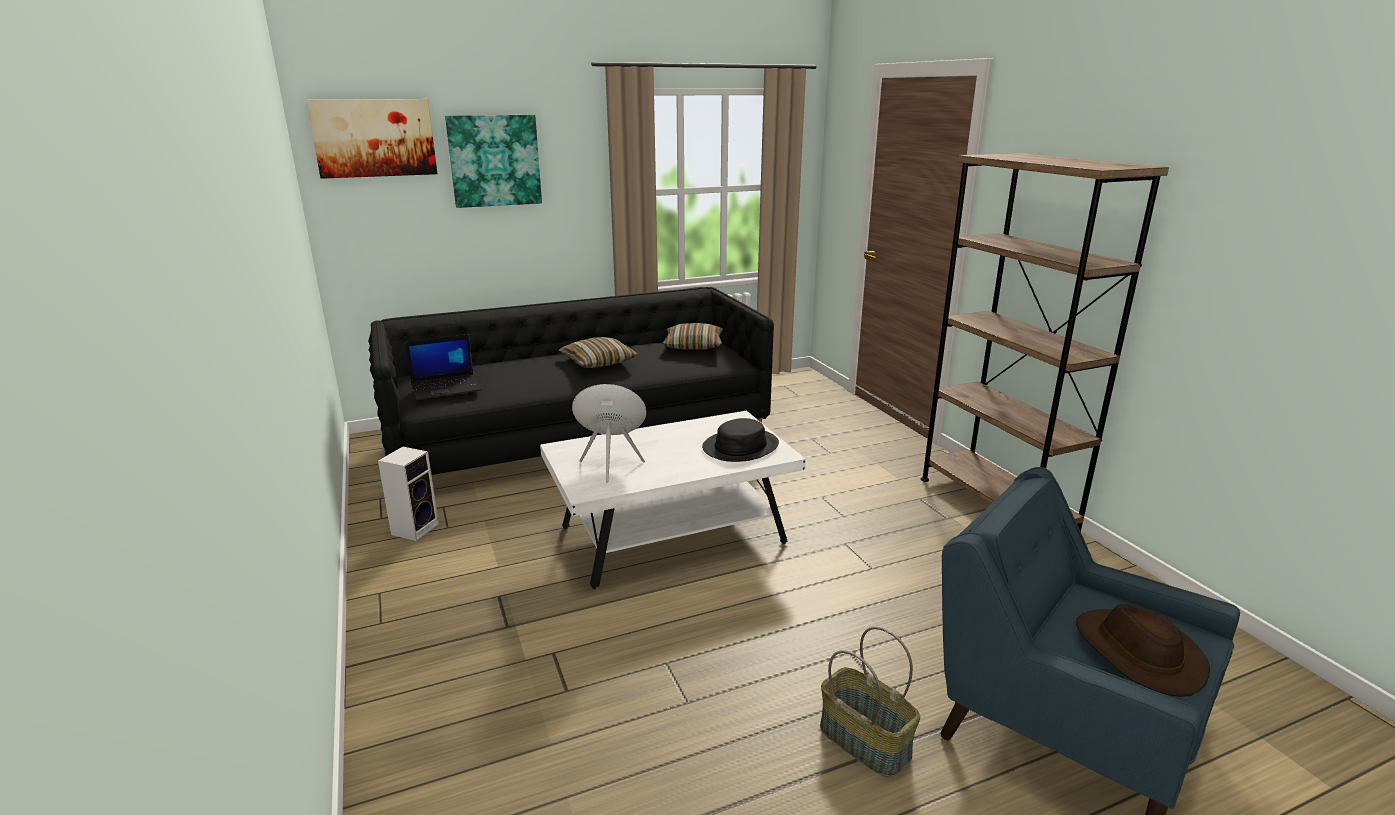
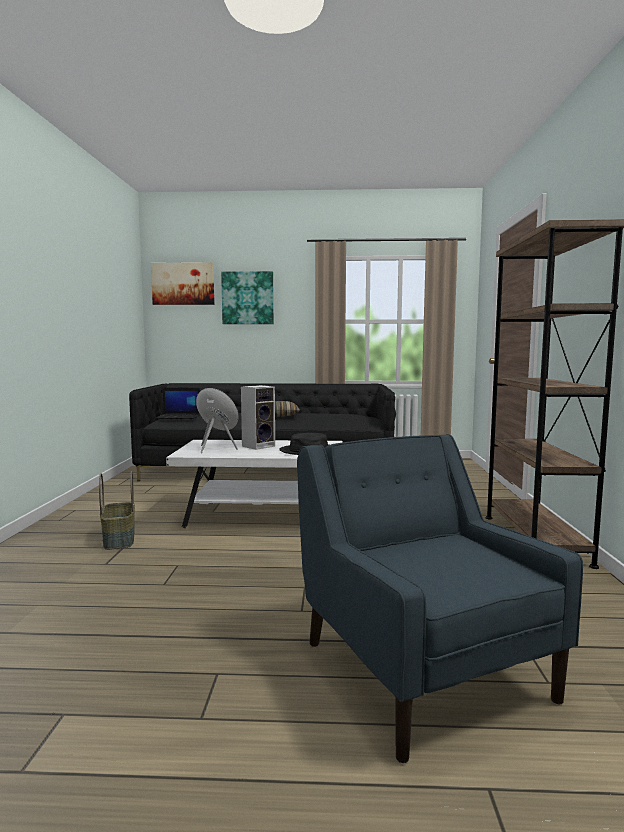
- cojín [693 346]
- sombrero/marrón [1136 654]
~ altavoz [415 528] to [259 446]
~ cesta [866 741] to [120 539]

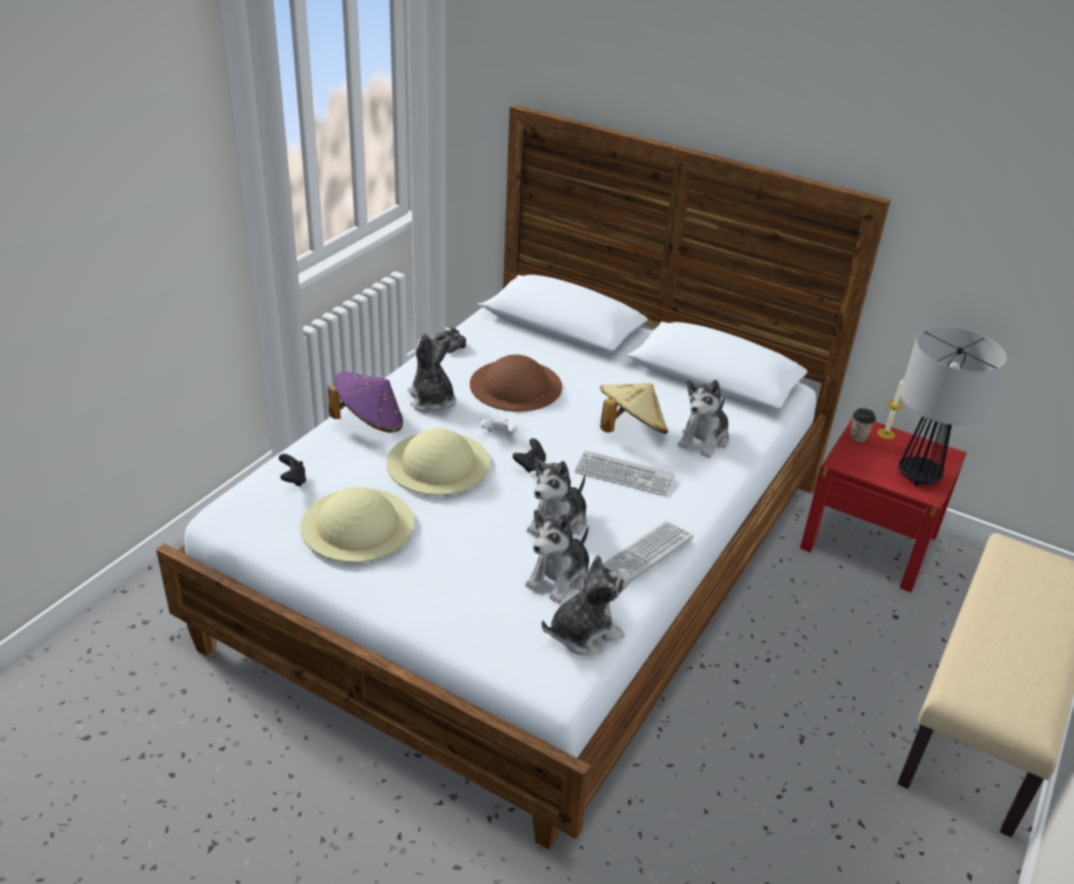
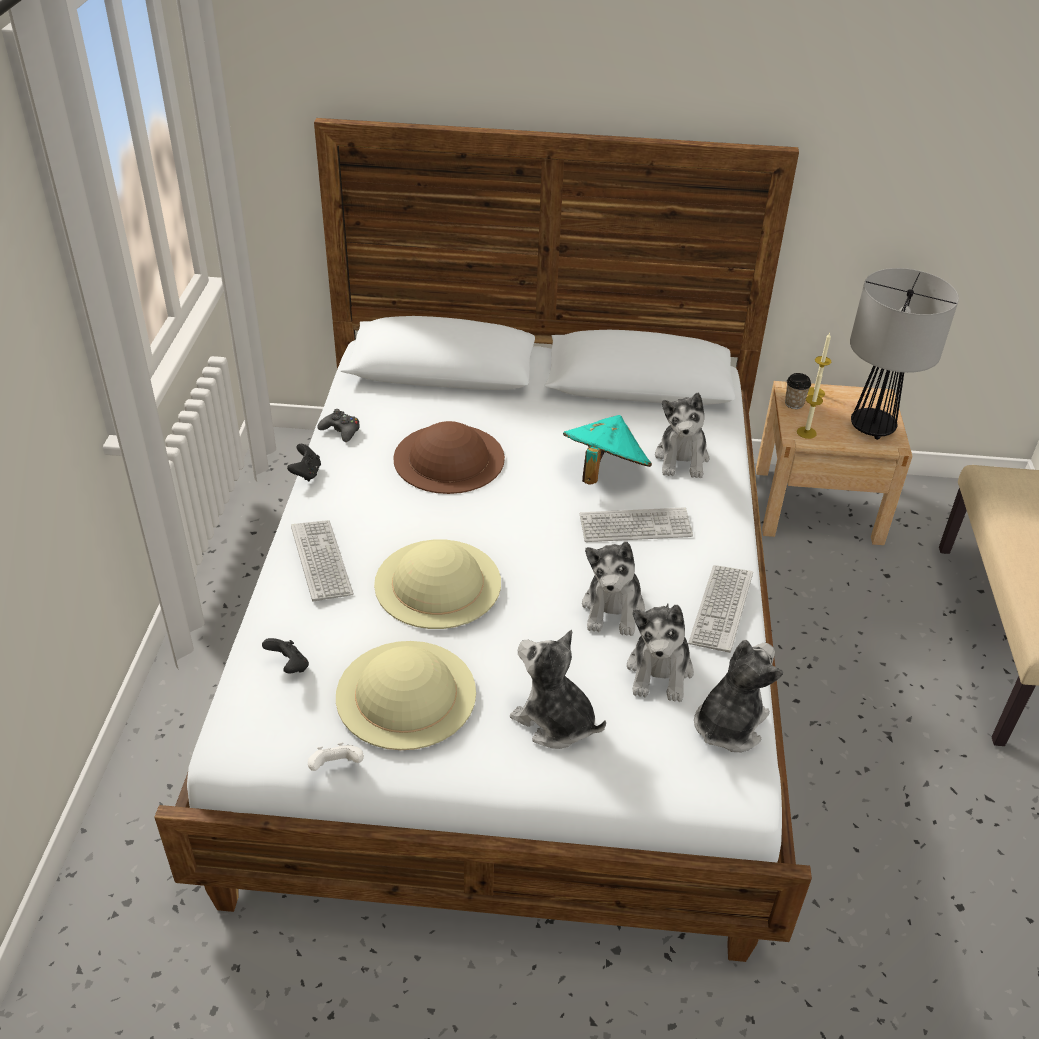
+ vela [806 432]
~ peluche [432 401] to [554 722]
~ mando de consola/blanco [499 436] to [336 767]
~ mando de consola/negro [530 465] to [306 473]
~ sombrero/morado [369 423] to teclado [321 561]
~ sombrero/beis [630 430] to sombrero/turquesa [604 472]
~ mesita de noche/rojo [869 541] to mesita de noche/beis [817 505]

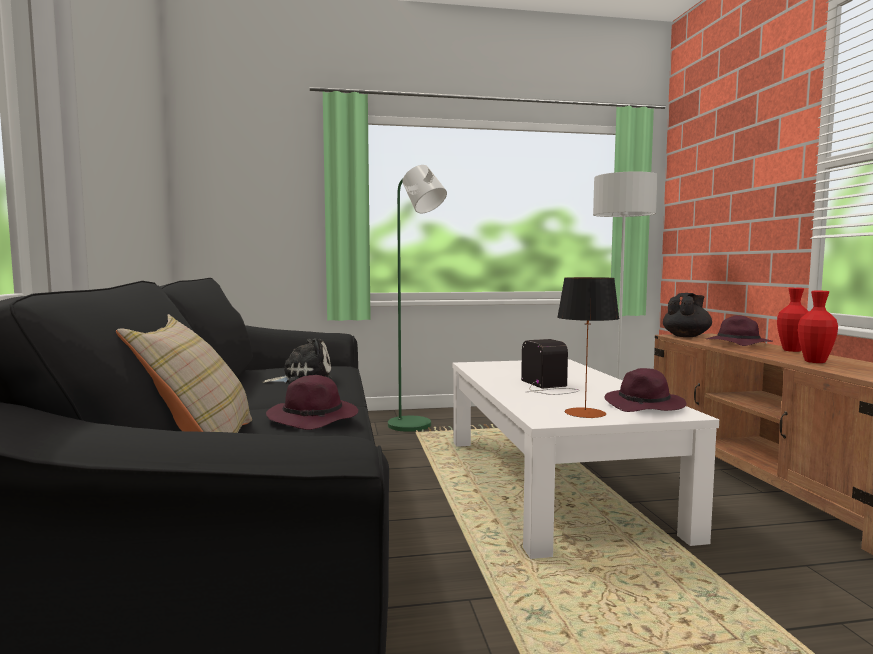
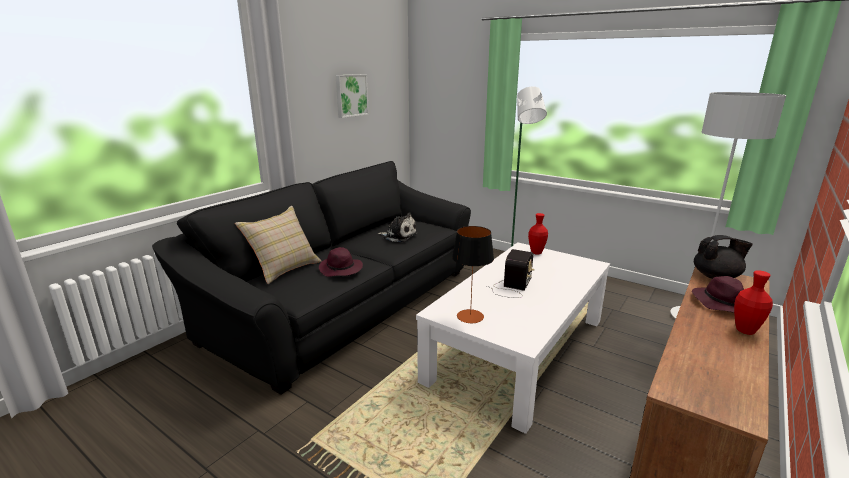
- sombrero/morado [645 406]
+ cuadro [351 95]
~ florero/rojo [815 362] to [536 252]

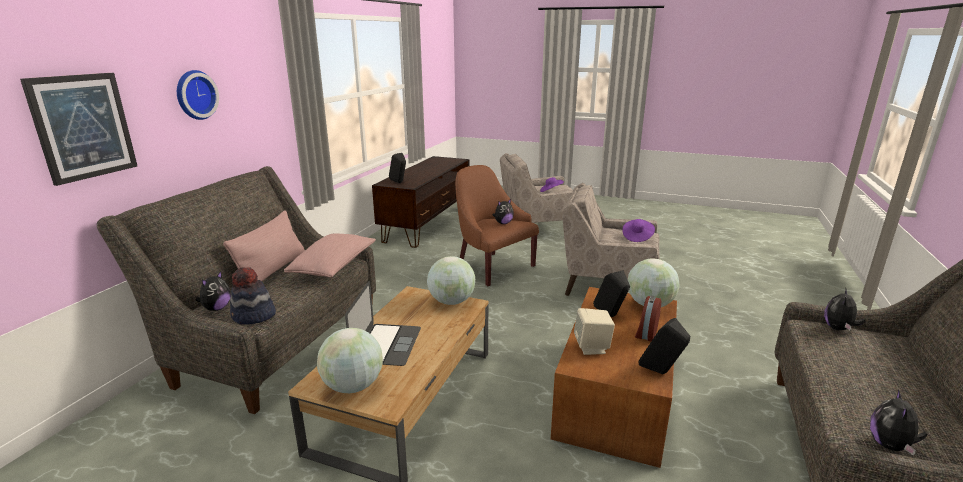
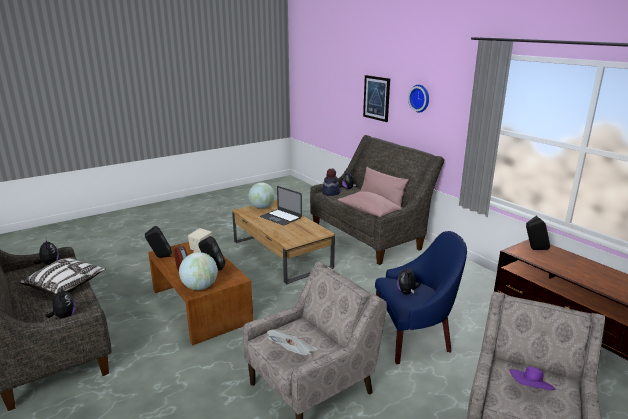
- globo terráqueo [451 301]
+ cojín [66 285]
~ sombrero/morado [637 237] to periódico [292 353]
~ sillón/marrón [492 267] to sillón/azul [414 337]

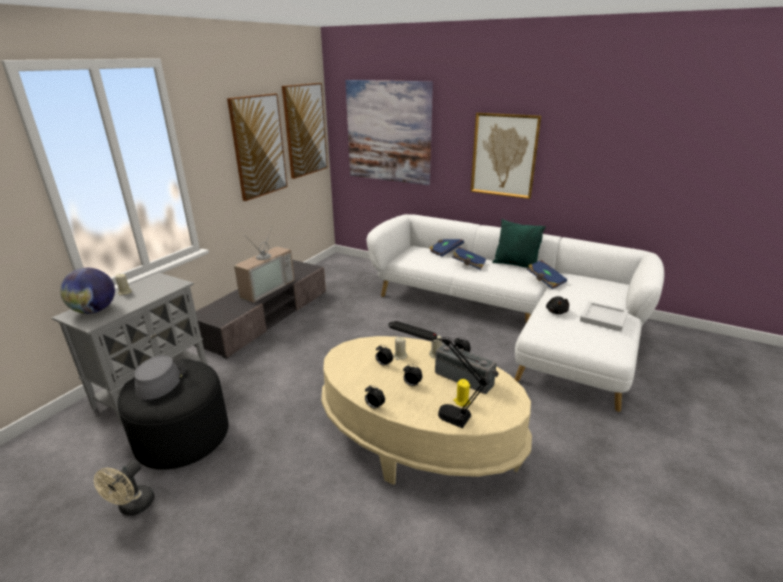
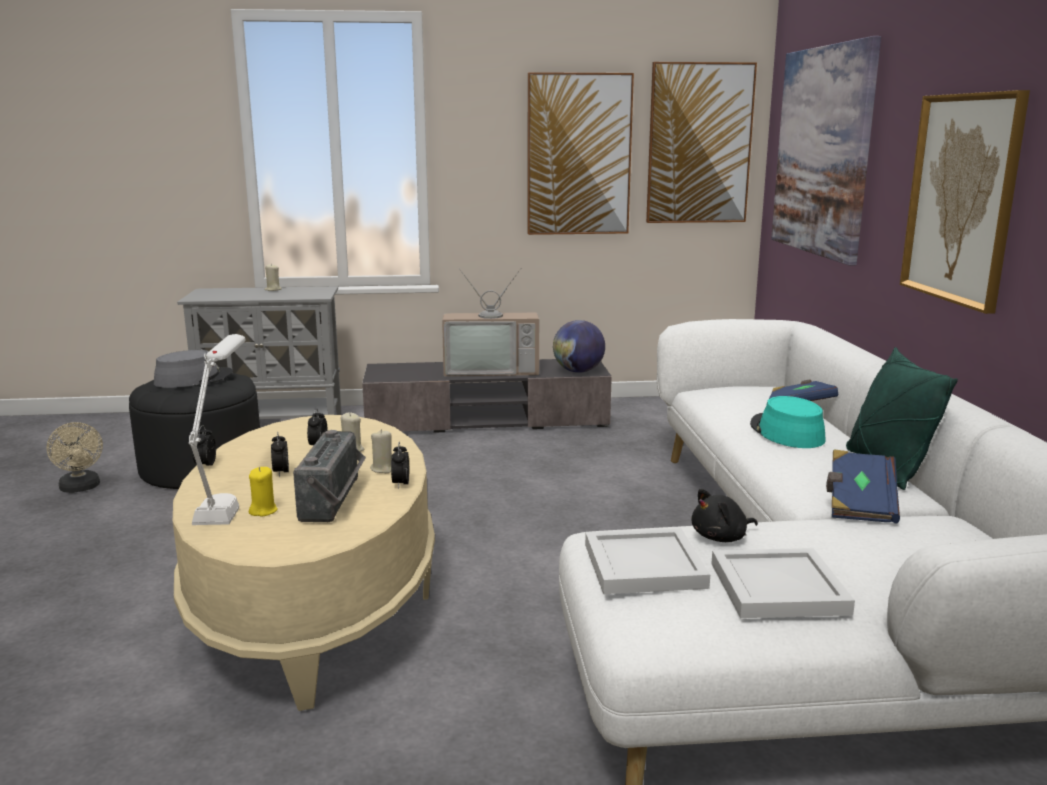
+ bandeja/blanco [646 566]
~ globo terráqueo [95 310] to [578 371]
~ libro/azul [468 264] to sombrero/turquesa [786 432]
~ lámpara de mesa/negro [434 409] to lámpara de mesa/blanco [228 498]
~ ventilador/beis [133 507] = [81 488] 105 degrees counterclockwise

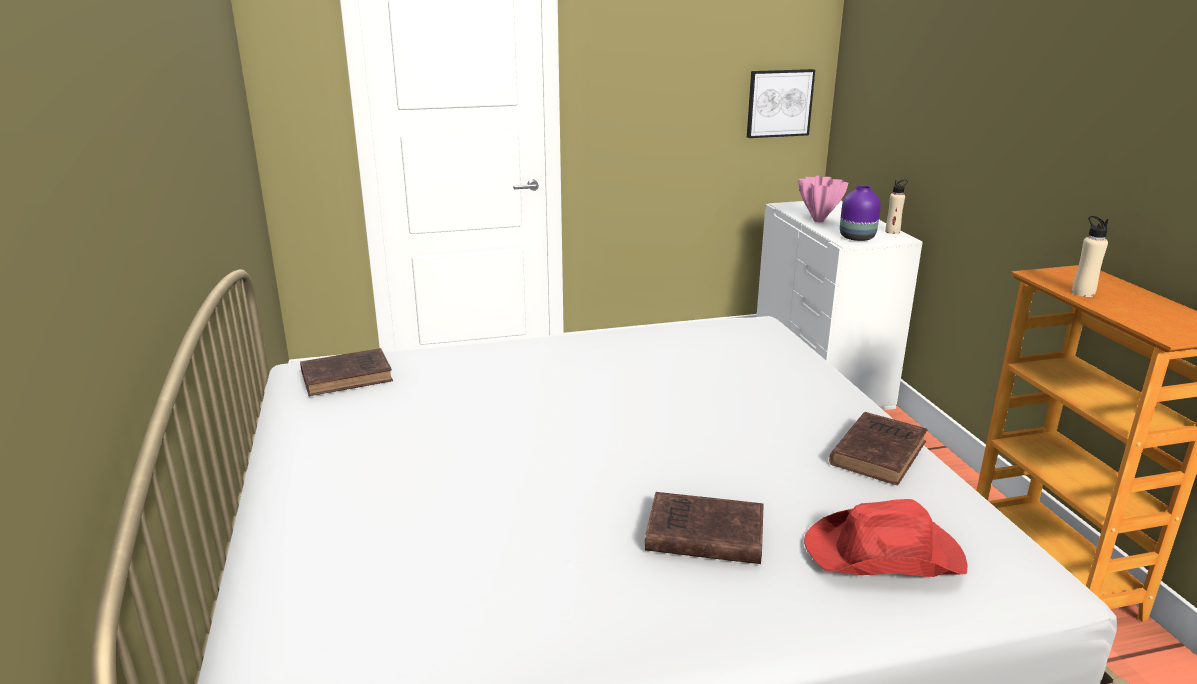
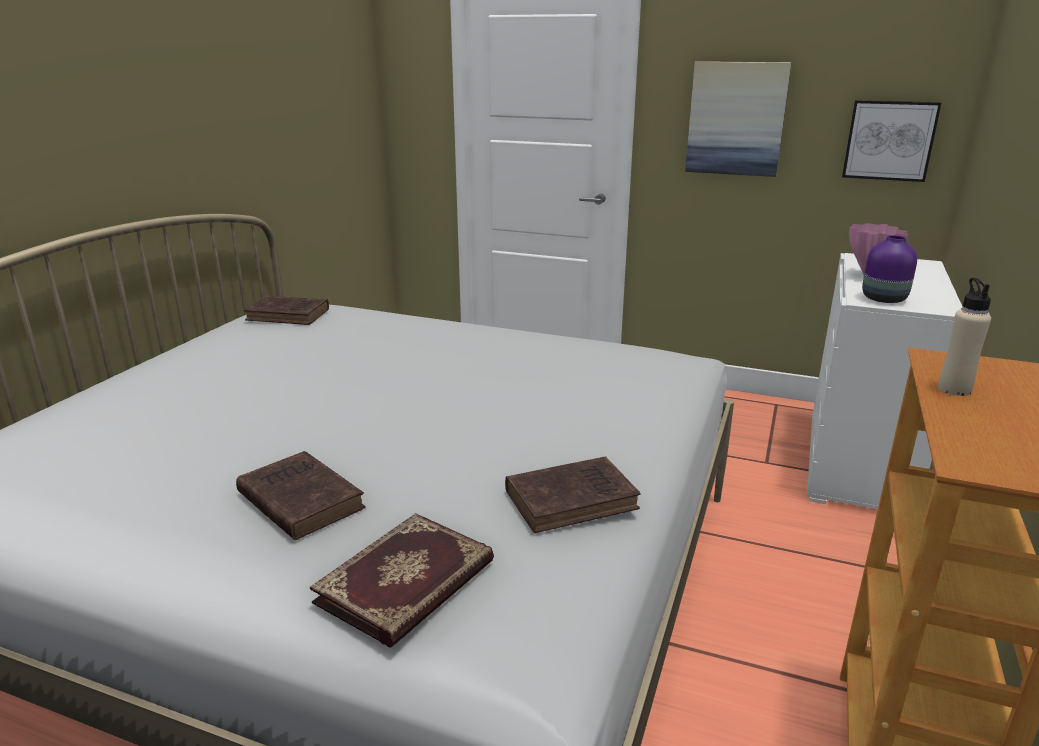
- botella/beis [892 231]
+ cuadro [736 119]
~ sombrero/rojo [885 554] to libro [408 583]

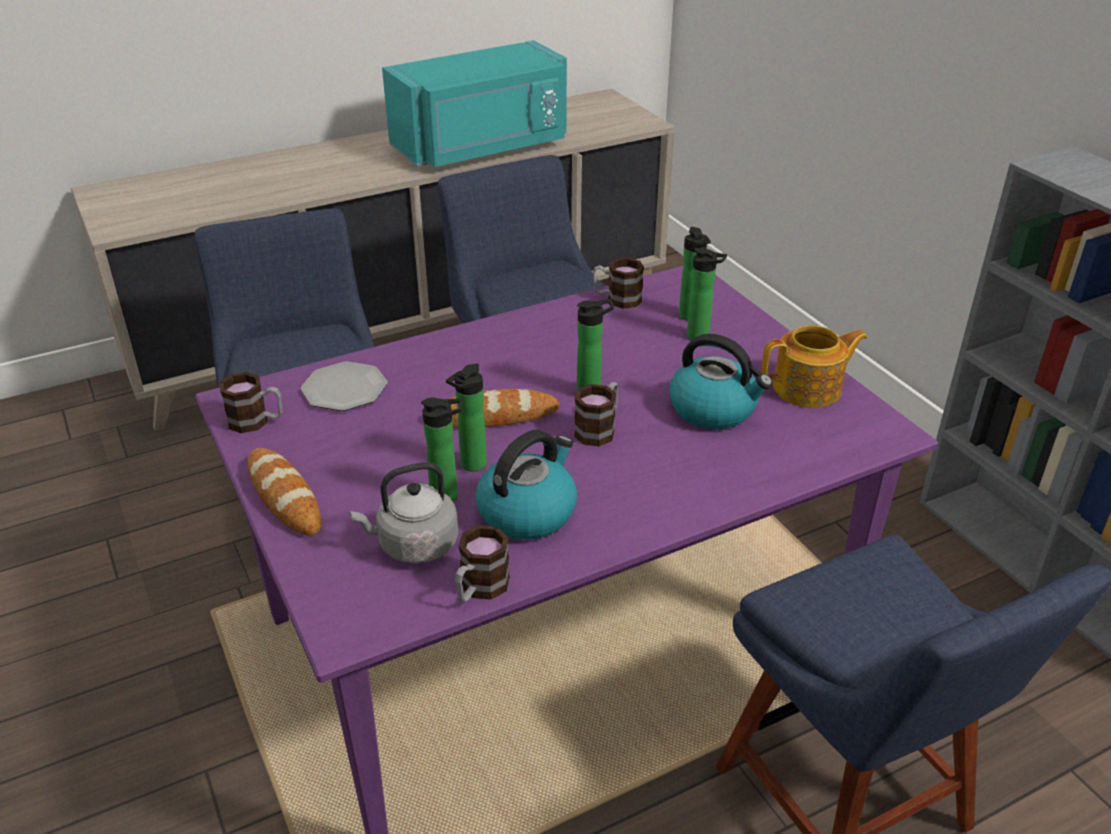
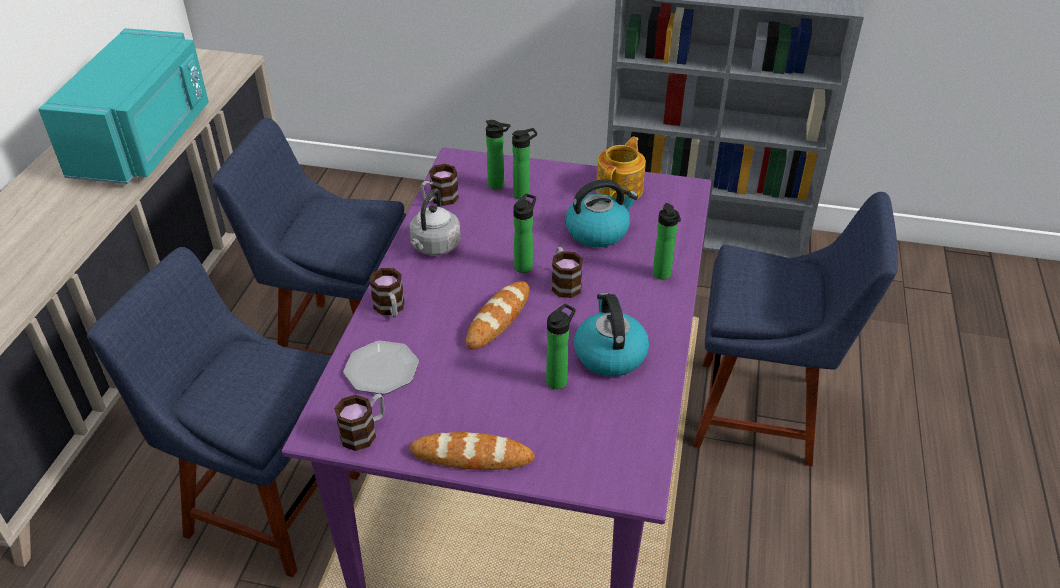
~ hervidor/gris [414 545] to [434 247]
~ botella [470 466] to [662 276]
~ taza grande [479 589] to [390 309]

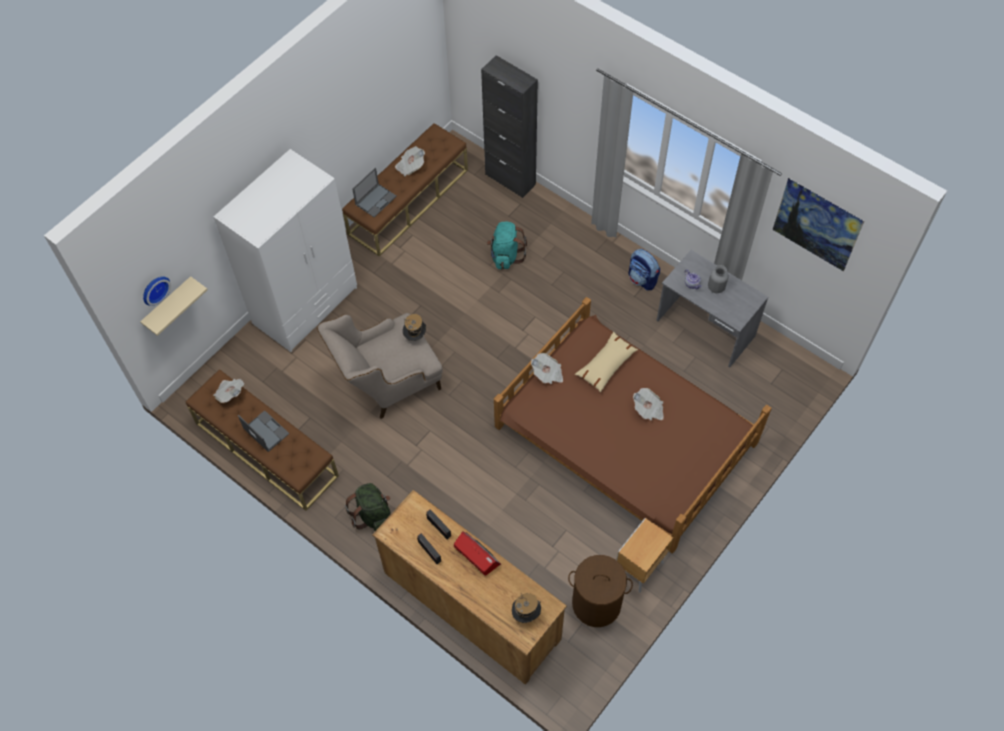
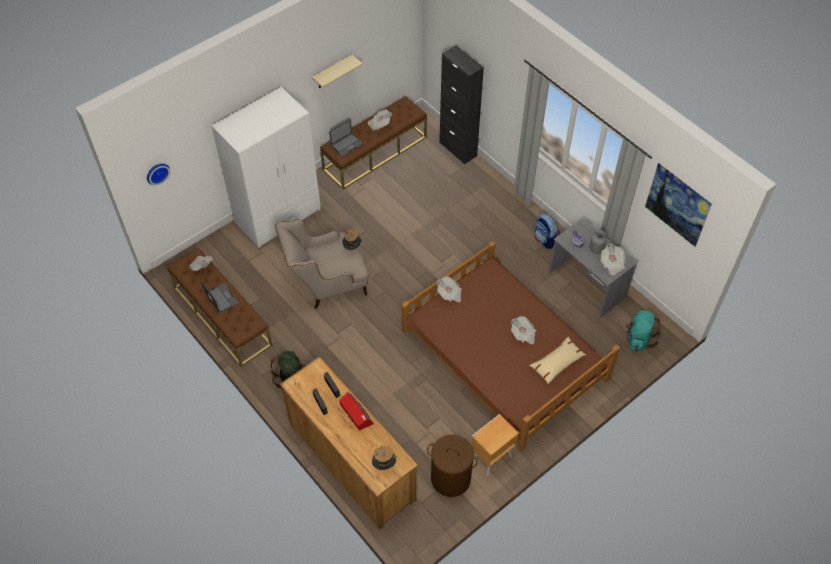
+ periódico [612 264]
~ estante/beis [168 305] to [332 72]
~ mochila/turquesa [505 256] to [638 339]
~ cojín/beis [606 365] to [557 363]

